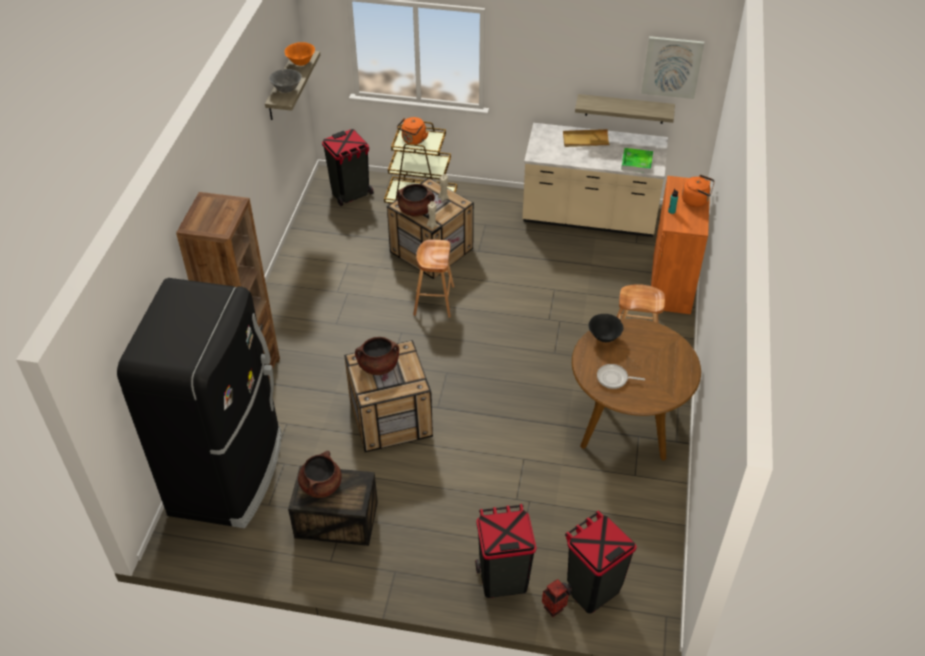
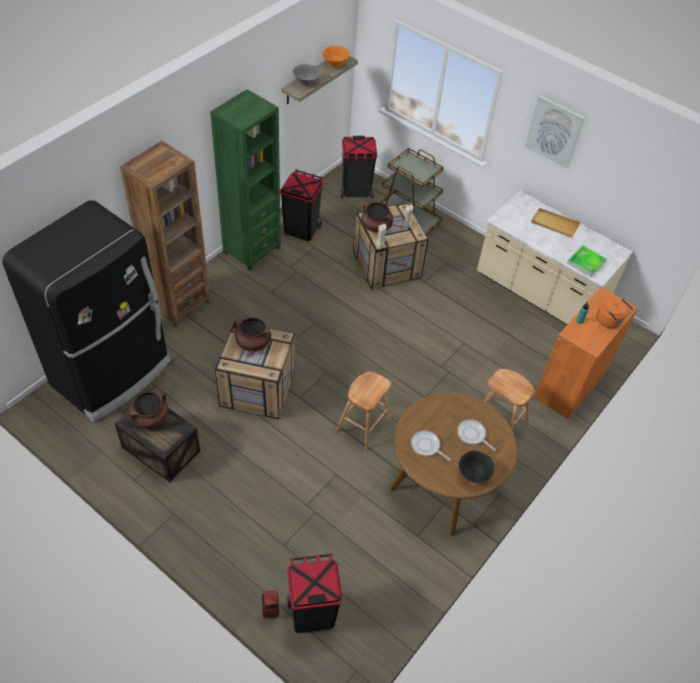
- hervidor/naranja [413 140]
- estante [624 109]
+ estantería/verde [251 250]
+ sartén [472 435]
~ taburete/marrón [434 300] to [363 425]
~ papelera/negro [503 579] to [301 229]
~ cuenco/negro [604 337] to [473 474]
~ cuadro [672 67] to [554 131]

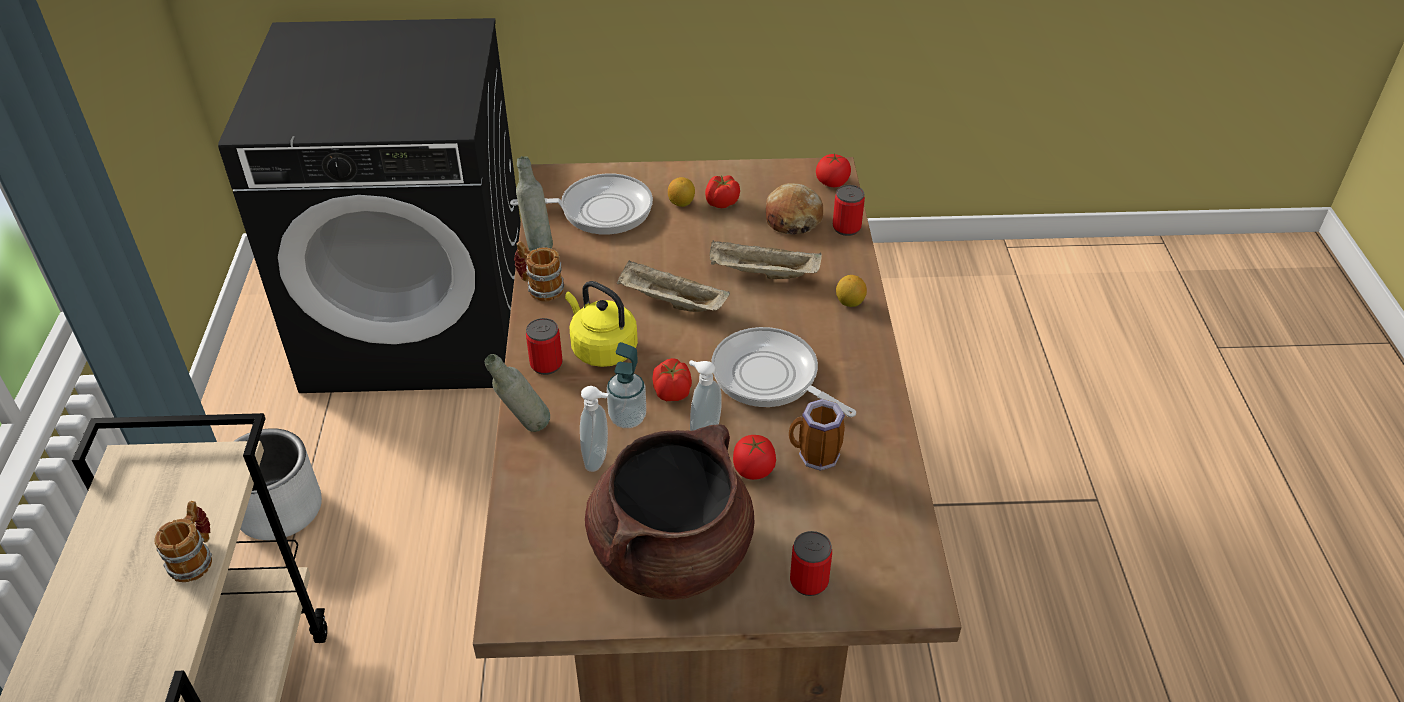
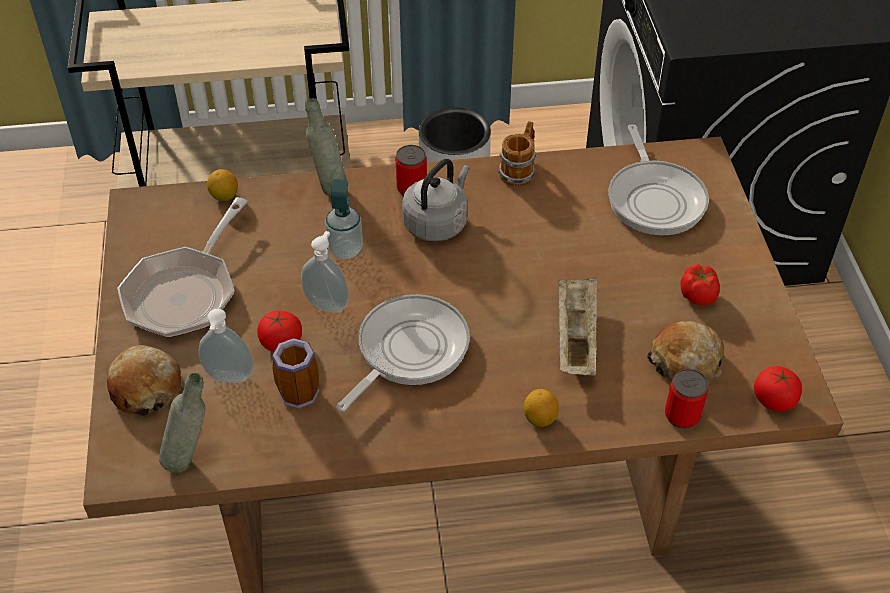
- taza grande [195 558]
- bandeja/beis [670 302]
- tomate [671 393]
~ botella/gris [537 244] to [191 458]
~ dispensador de jabón [598 459] to [229 379]
~ limón [681 203] to [224 196]
~ olla/marrón [671 553] to sartén [185 292]
~ lata [809 581] to pan [146 388]
~ hervidor/amarillo [601 349] to hervidor/gris [437 222]

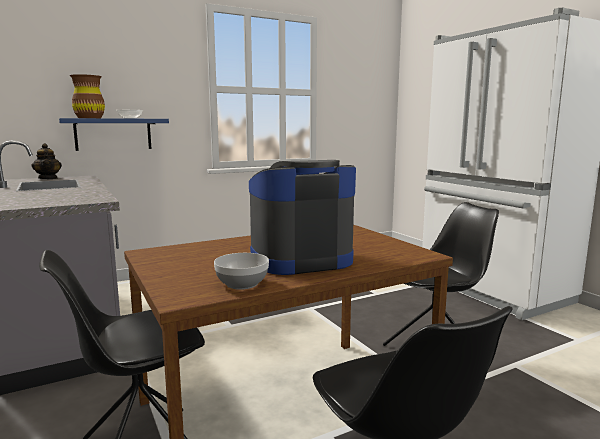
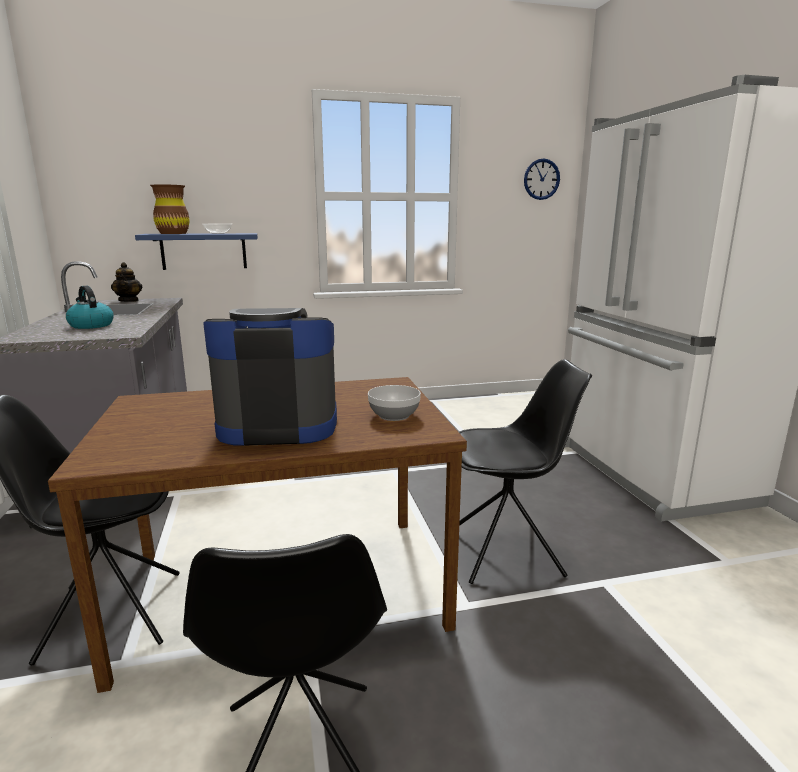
+ hervidor [91 325]
+ reloj de pared [541 179]
~ cuenco [241 283] to [393 415]

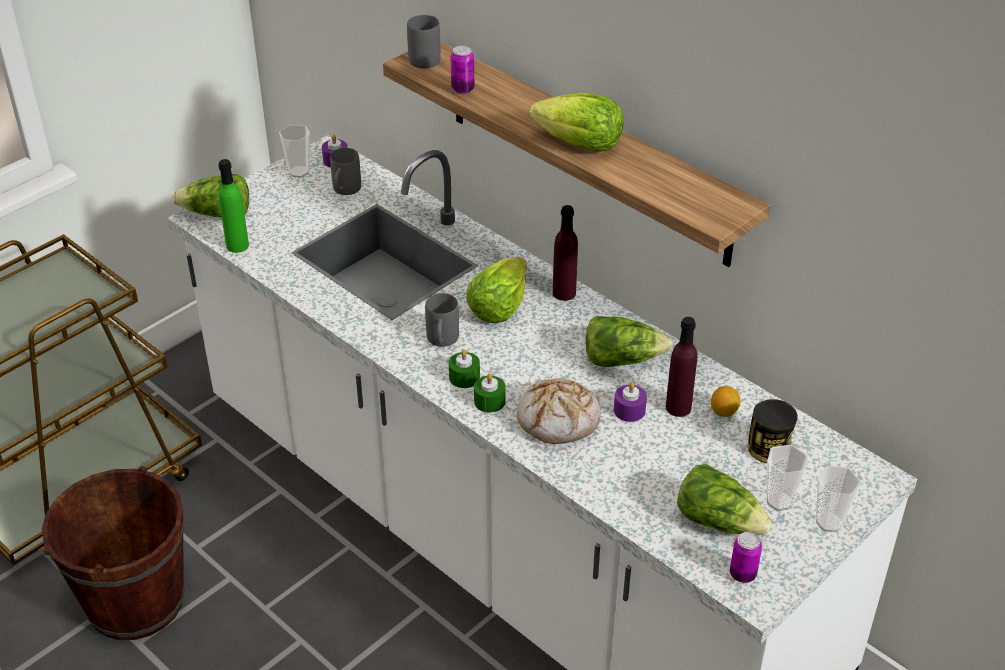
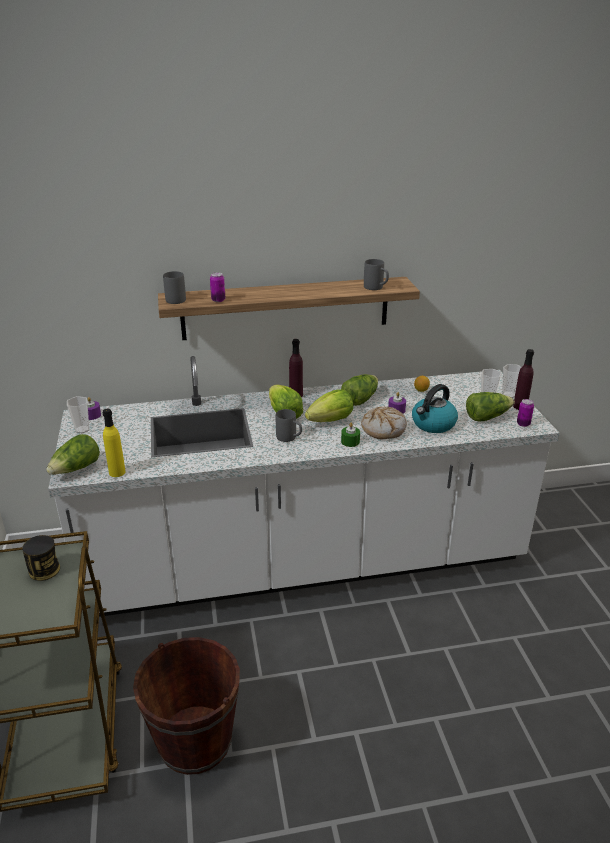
- vela/verde [464 377]
+ hervidor [433 424]
~ taza grande/gris [344 191] to [376 288]
~ lechuga [580 145] to [331 421]
~ botella/morado [678 407] to [520 406]
~ lata [769 448] to [44 570]
~ botella/verde [237 245] to botella/amarillo [117 472]

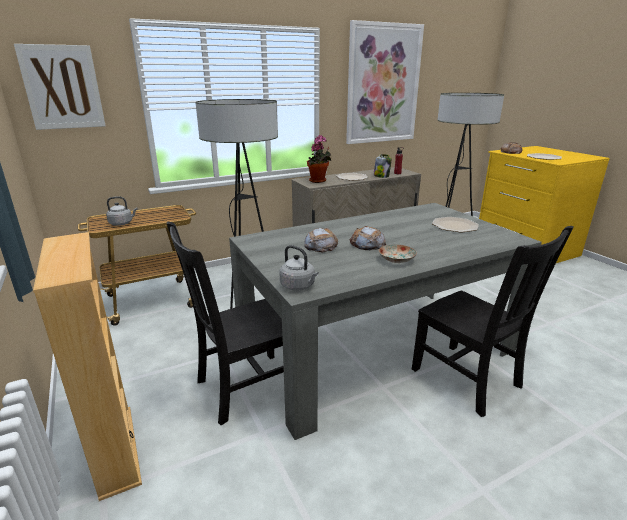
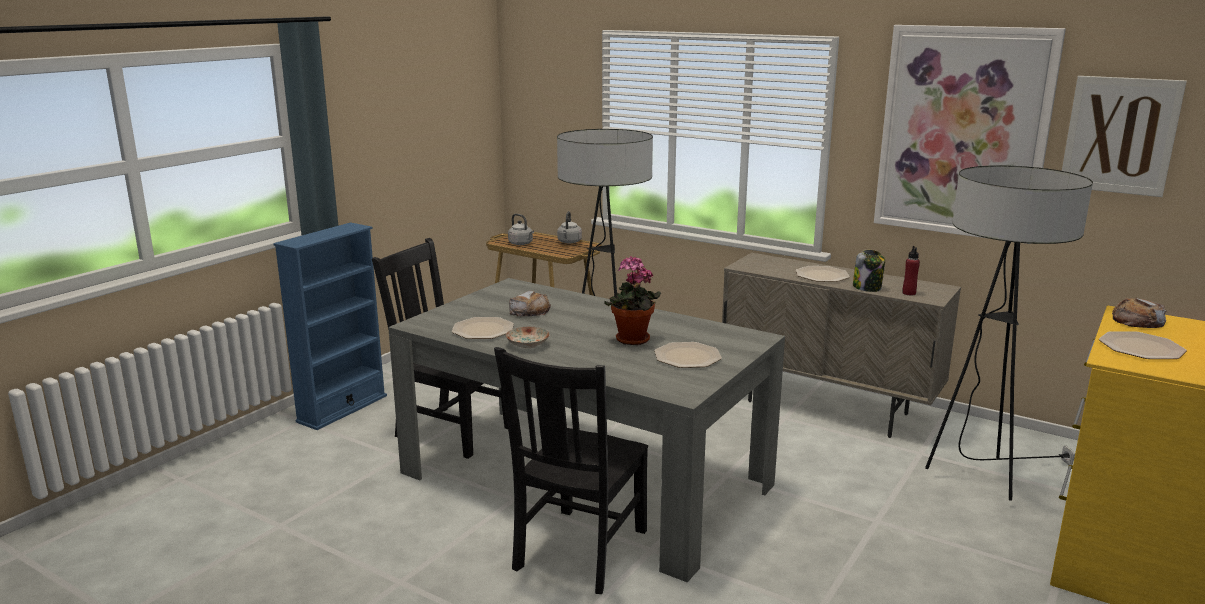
- pan [367 244]
+ plato [483 329]
~ cuadro [62 87] to [1120 135]
~ hervidor/gris [299 286] to [569 242]
~ planta en maceta [319 181] to [632 341]
~ estantería/beis [116 449] to estantería/azul [342 409]

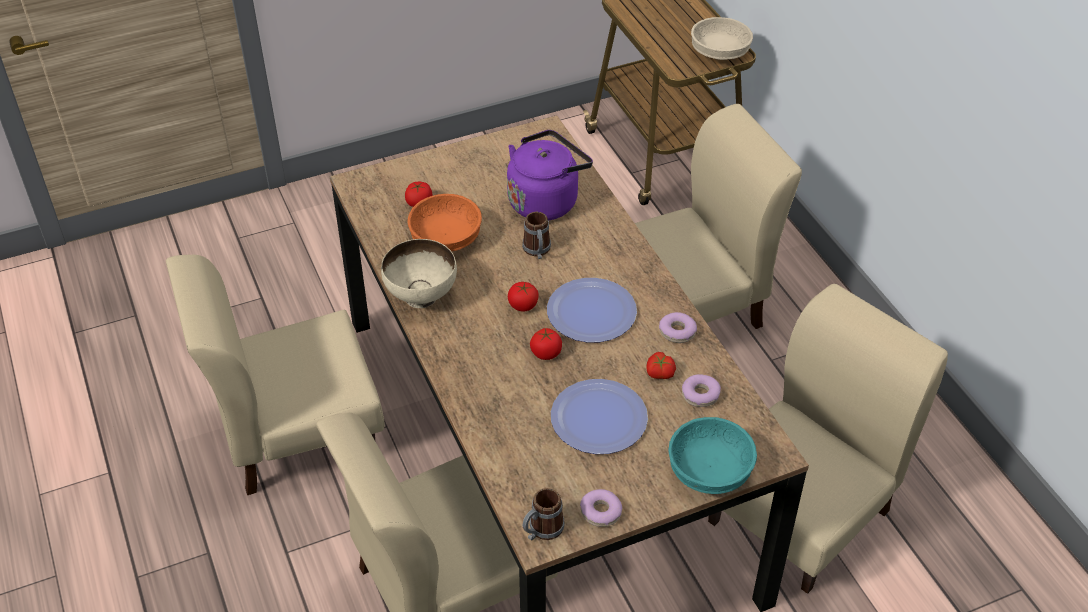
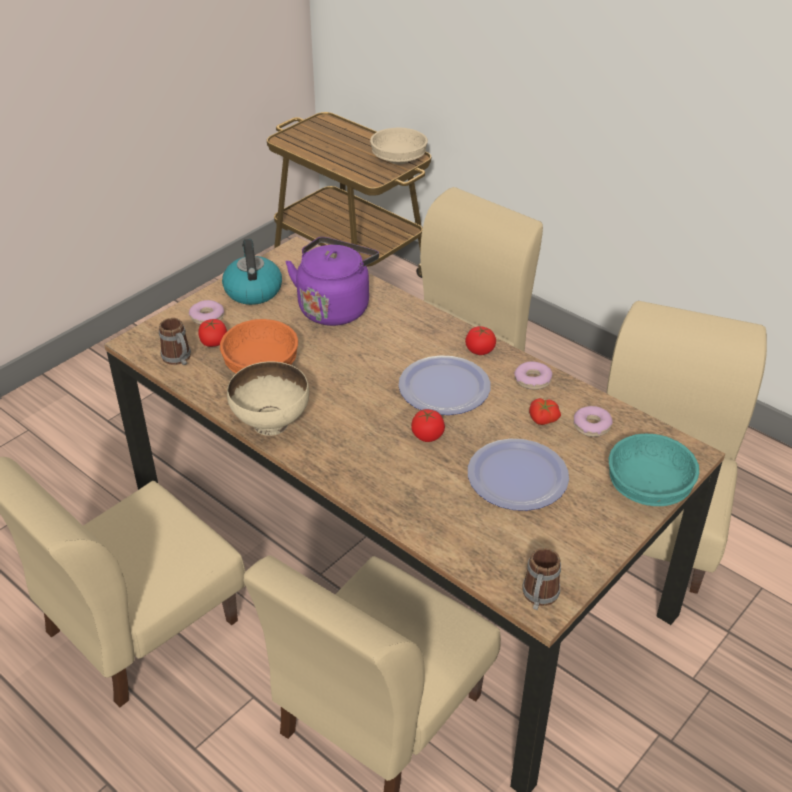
+ hervidor [252 290]
~ tomate [523 305] to [480 350]
~ taza grande [537 251] to [179 359]
~ rosquilla [601 512] to [207 317]

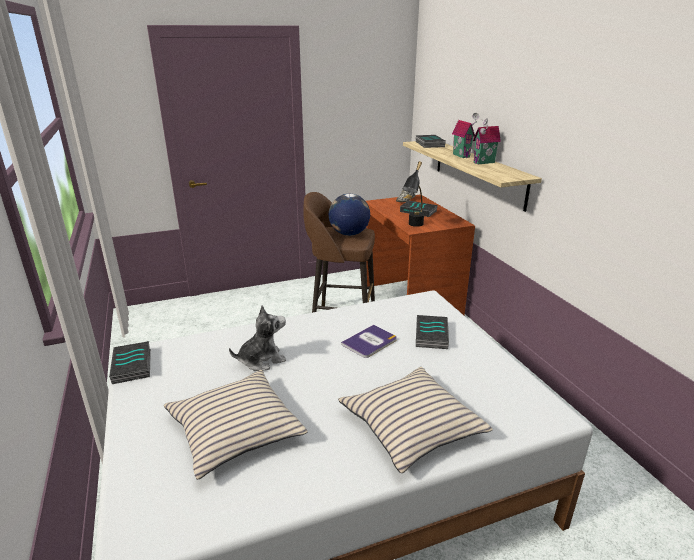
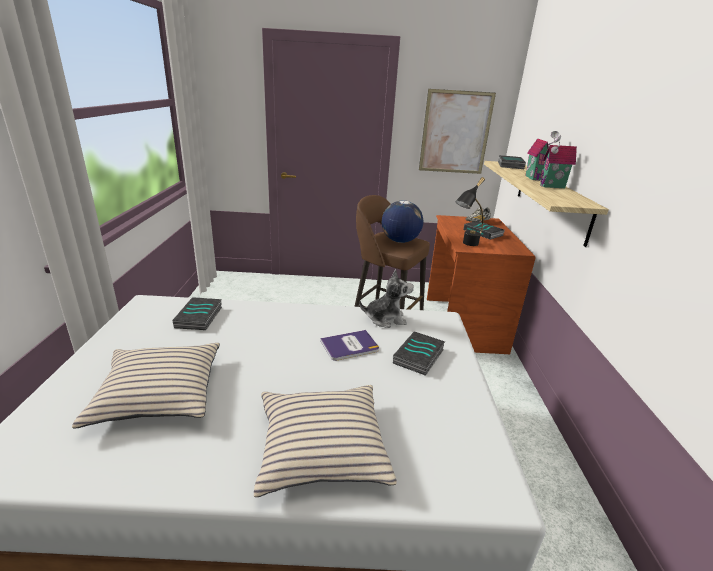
+ cuadro [455 132]
~ libro [133 366] to [200 317]
~ peluche [261 360] to [385 319]

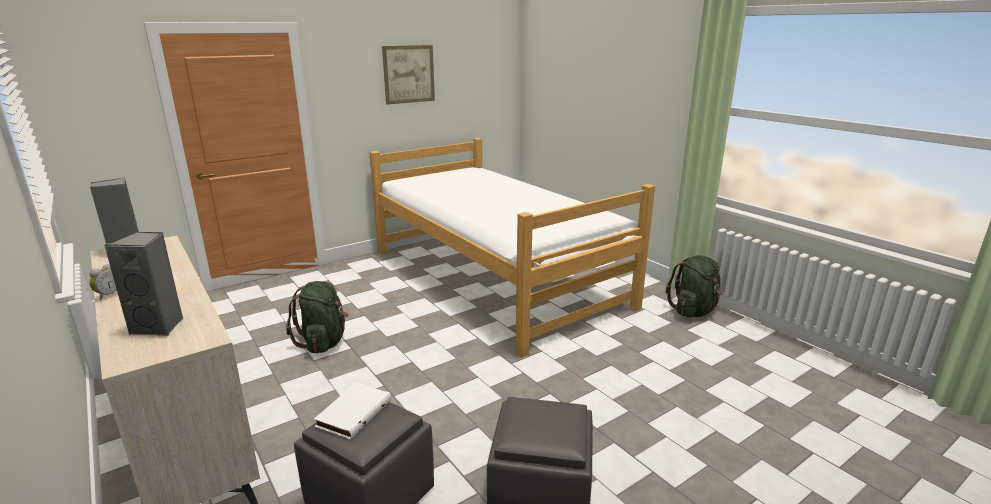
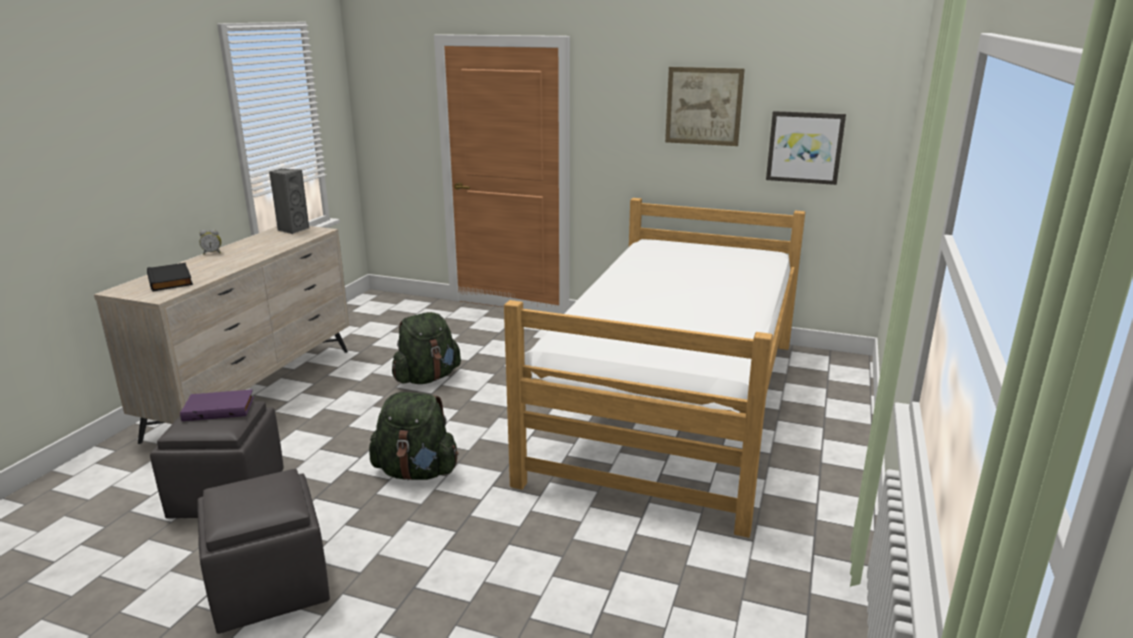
+ cuadro [804 147]
~ mochila/verde [694 311] to [416 472]
~ altavoz/gris [160 326] to libro/negro [171 280]
~ libro/blanco [353 413] to libro/morado [219 408]

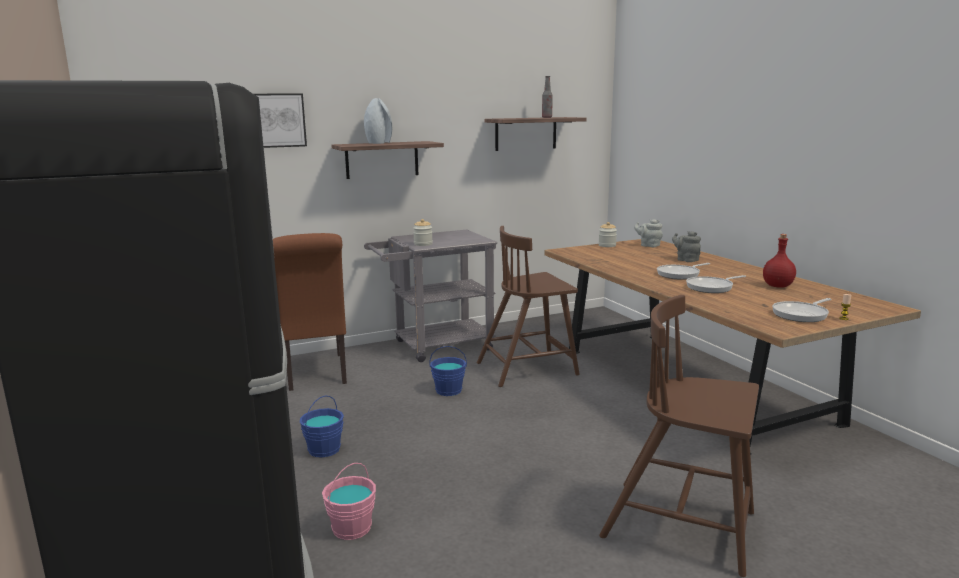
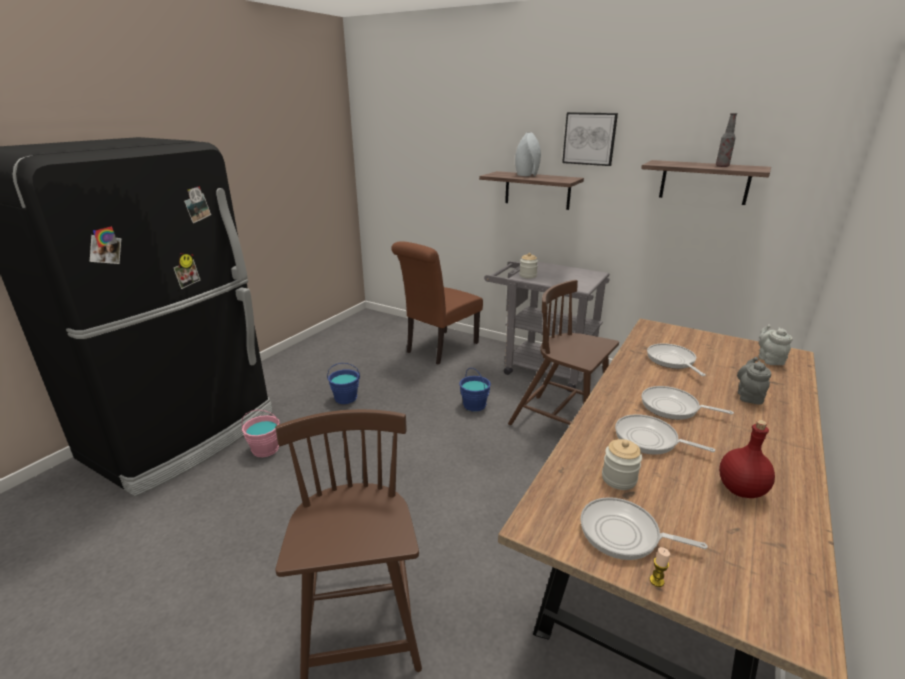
+ sartén [672 361]
~ cuadro [277 120] to [589 138]
~ tarro [607 245] to [619 479]

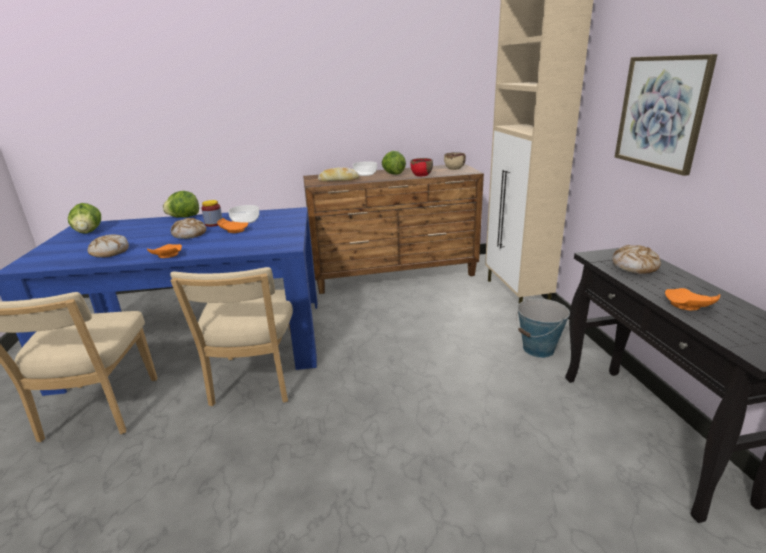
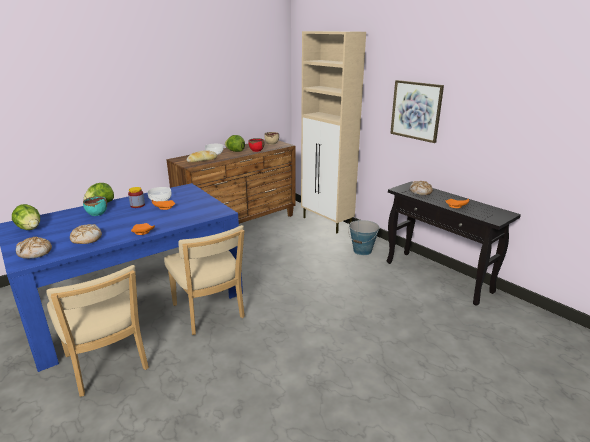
+ cuenco/turquesa [97 213]
~ pan [189 234] to [35 252]

